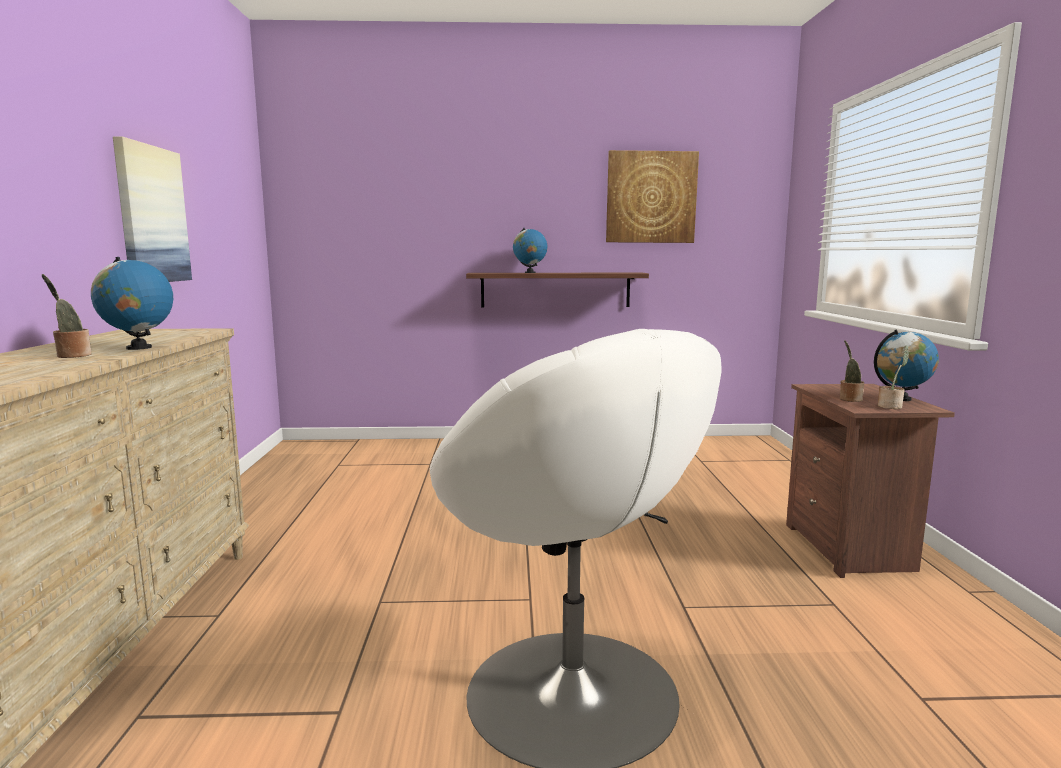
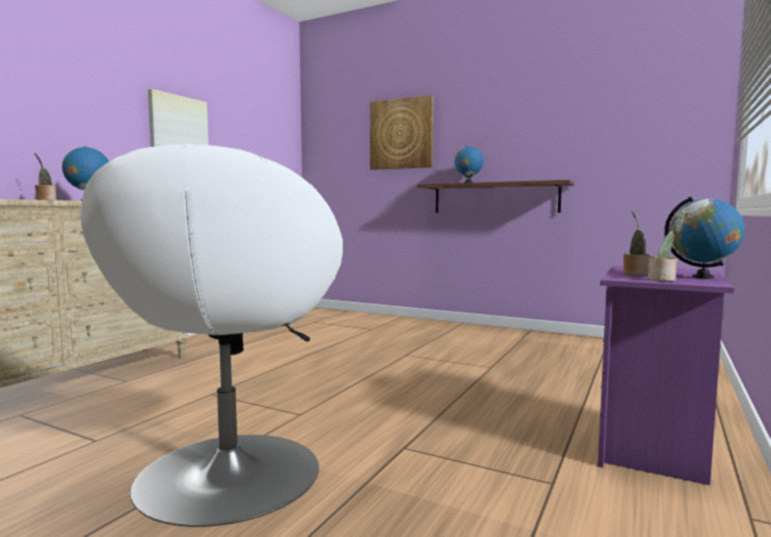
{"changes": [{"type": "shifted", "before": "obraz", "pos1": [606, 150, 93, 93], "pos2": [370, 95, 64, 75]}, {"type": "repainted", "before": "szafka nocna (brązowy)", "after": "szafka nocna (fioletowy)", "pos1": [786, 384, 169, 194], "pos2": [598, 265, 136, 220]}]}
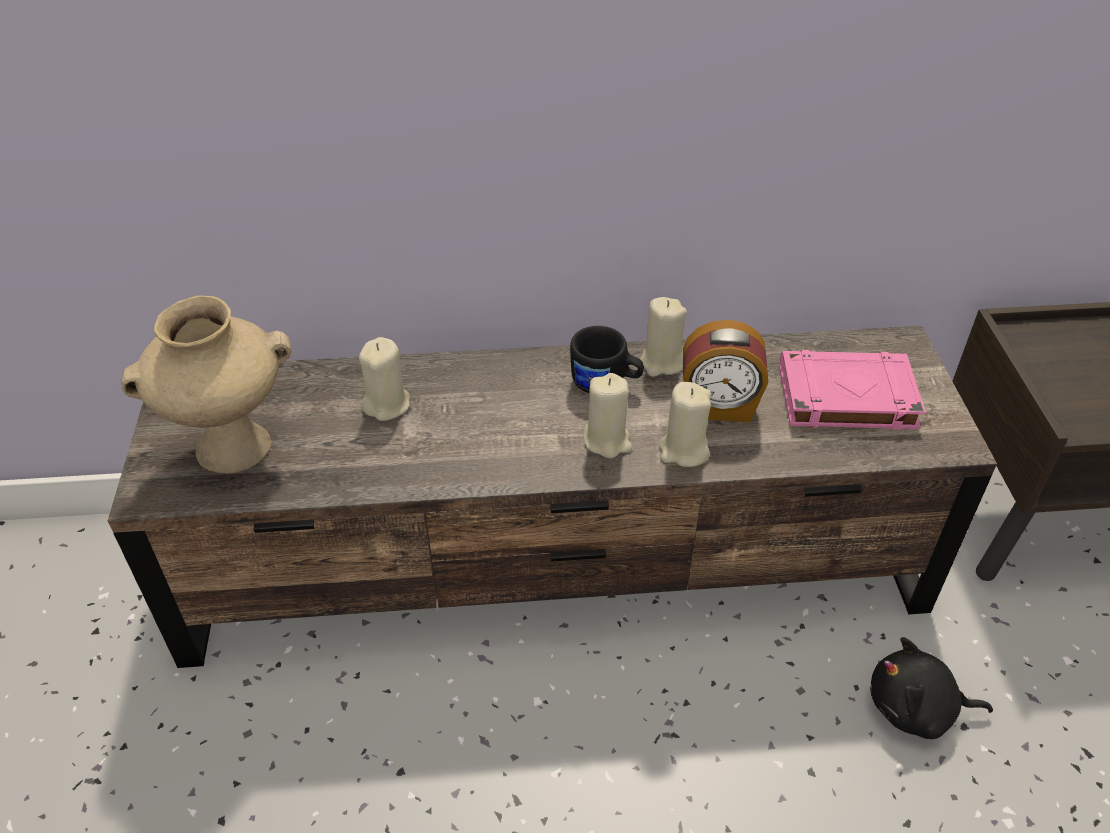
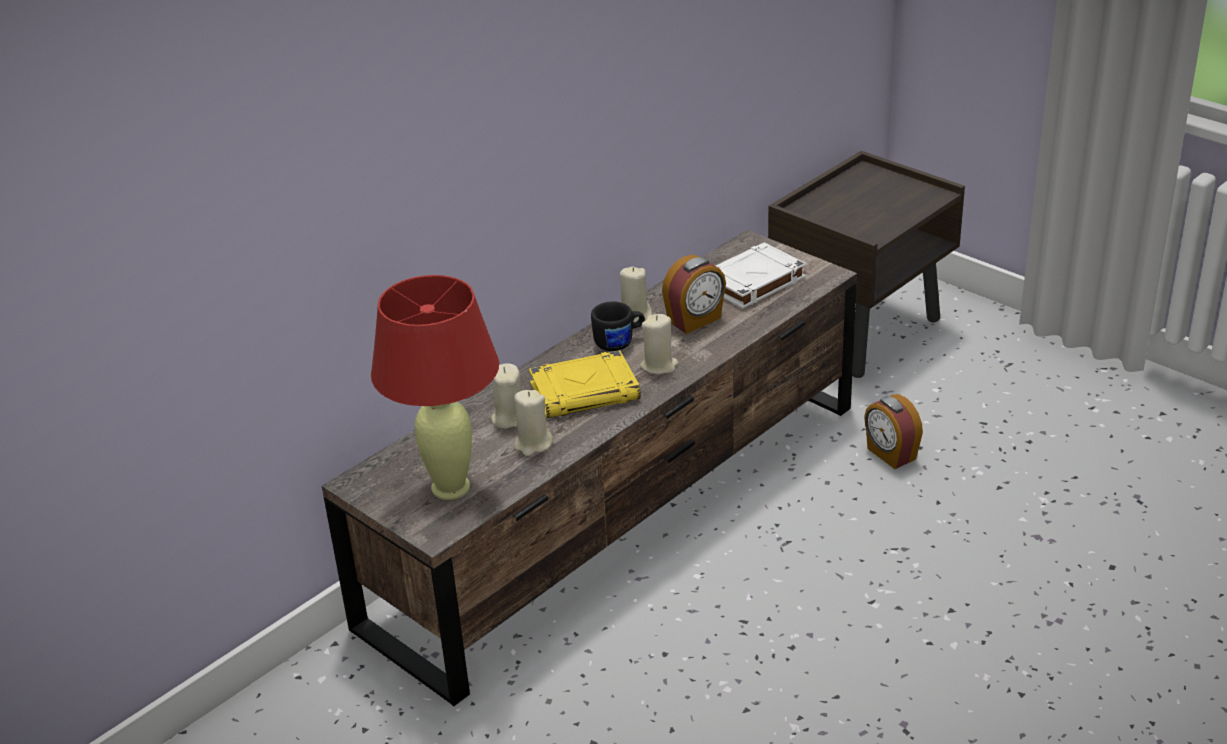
{"changes": [{"type": "new", "after": "książka (żółty)", "pos2": [529, 350, 112, 68]}, {"type": "shifted", "before": "świeca (beżowy)", "pos1": [659, 382, 52, 85], "pos2": [514, 390, 39, 66]}, {"type": "swapped", "before": "wazon (beżowy)", "after": "lampa stołowa (czerwony)", "pos1": [121, 295, 170, 179], "pos2": [371, 275, 128, 225]}, {"type": "swapped", "before": "pluszak (czarny)", "after": "budzik", "pos1": [870, 637, 123, 102], "pos2": [864, 394, 59, 75]}, {"type": "repainted", "before": "książka (różowy)", "after": "książka (biały)", "pos1": [779, 350, 147, 80], "pos2": [716, 242, 90, 67]}]}
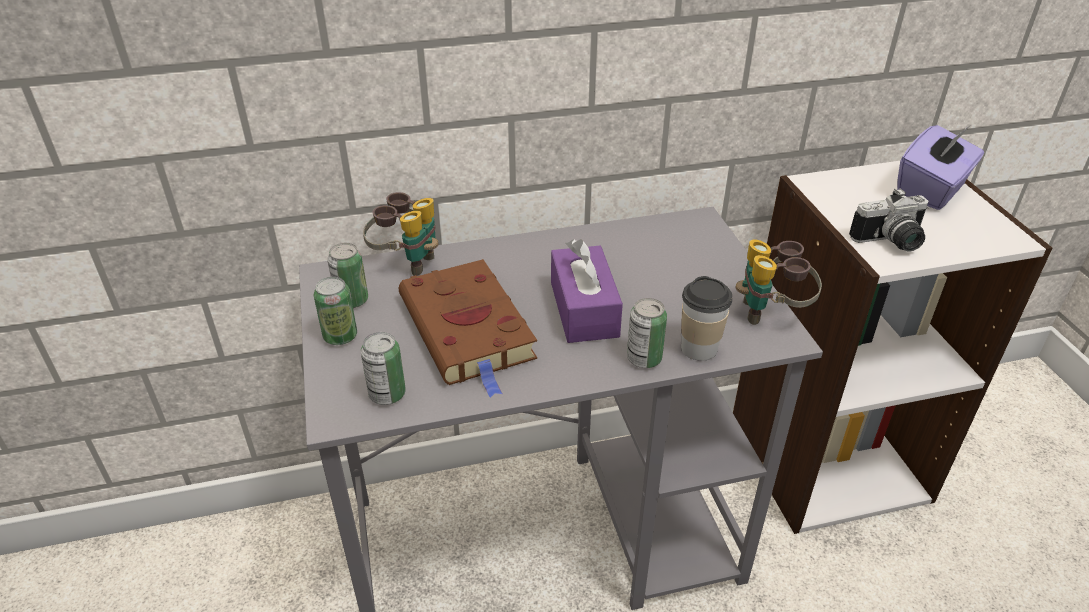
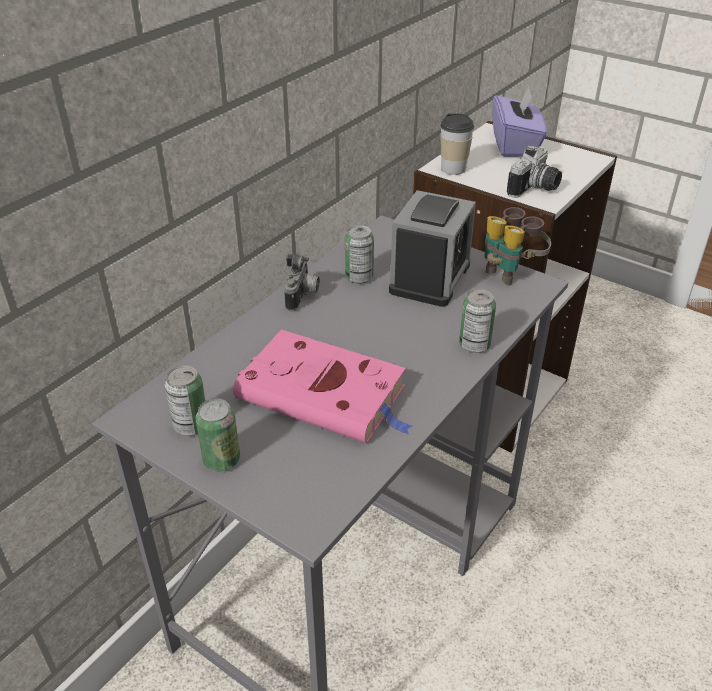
{"changes": [{"type": "gone", "before": "lornetka", "pos1": [363, 192, 75, 84]}, {"type": "gone", "before": "pudełko chusteczek (fioletowy)", "pos1": [551, 239, 72, 104]}, {"type": "new", "after": "aparat fotograficzny", "pos2": [284, 254, 35, 57]}, {"type": "new", "after": "budzik", "pos2": [389, 190, 87, 117]}, {"type": "shifted", "before": "puszka", "pos1": [361, 332, 45, 73], "pos2": [345, 225, 29, 59]}, {"type": "shifted", "before": "filiżanka", "pos1": [681, 276, 51, 85], "pos2": [440, 113, 34, 62]}, {"type": "repainted", "before": "książka (brązowy)", "after": "książka (różowy)", "pos1": [399, 259, 138, 139], "pos2": [233, 330, 180, 113]}]}
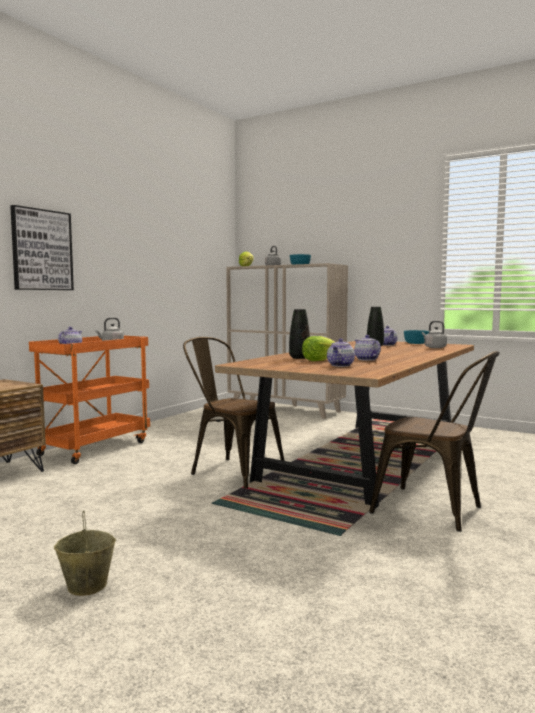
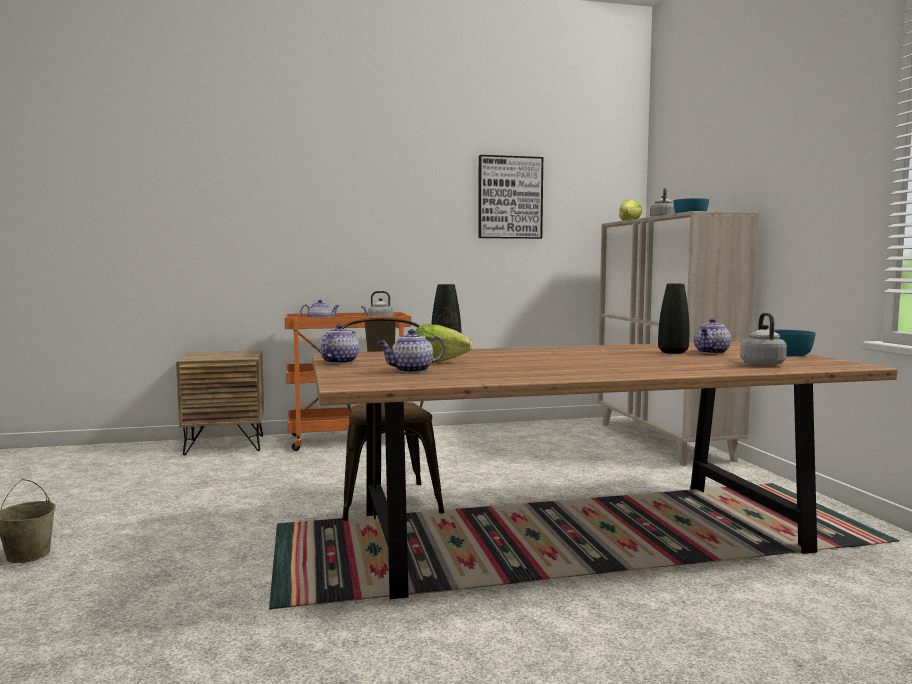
{"changes": [{"type": "gone", "before": "krzesło (brązowy)", "pos1": [369, 351, 131, 181]}, {"type": "shifted", "before": "obraz", "pos1": [10, 205, 64, 85], "pos2": [478, 155, 65, 84]}, {"type": "shifted", "before": "imbryk", "pos1": [354, 335, 27, 26], "pos2": [319, 324, 40, 40]}]}
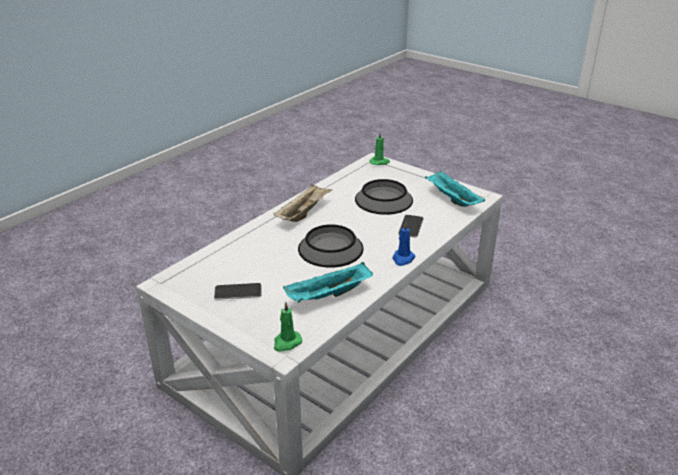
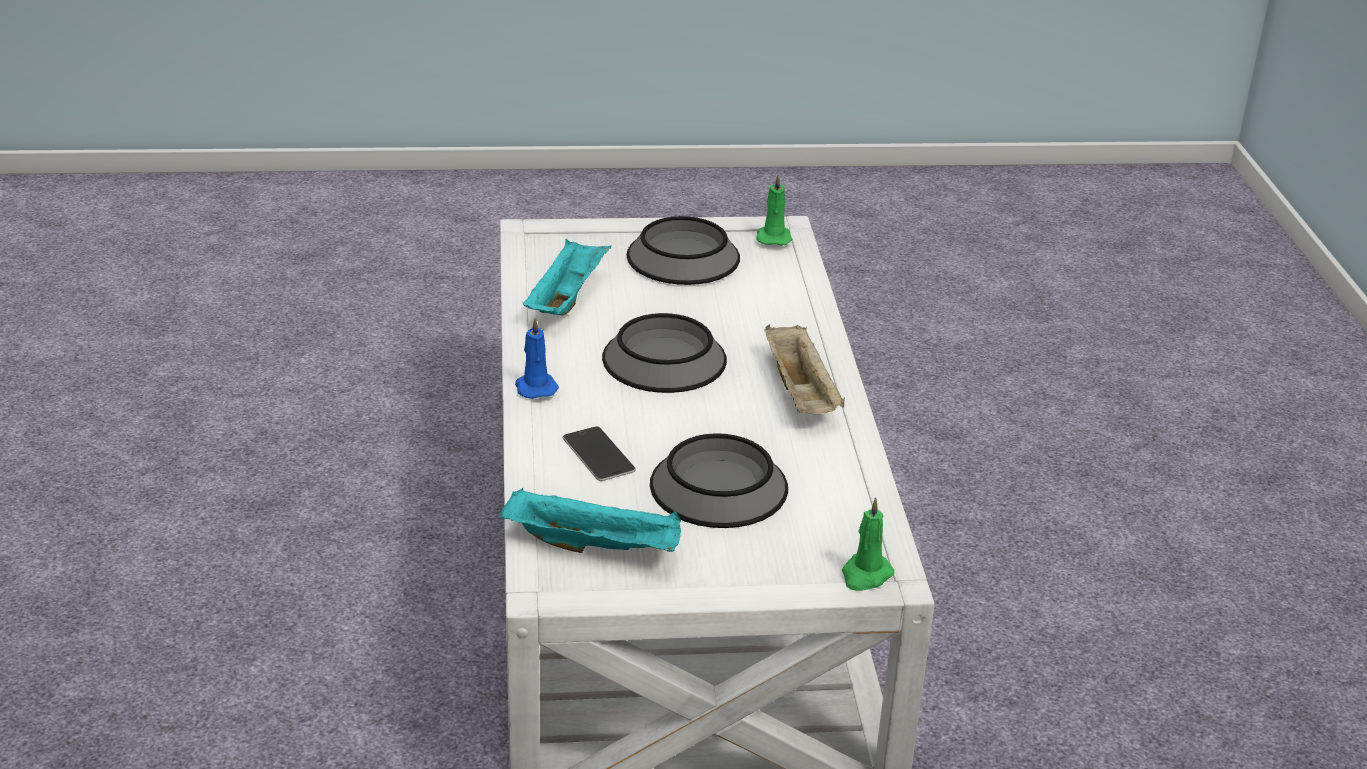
{"changes": [{"type": "shifted", "before": "świeca (zielony)", "pos1": [274, 302, 28, 50], "pos2": [756, 174, 36, 72]}, {"type": "swapped", "before": "telefon", "after": "miska", "pos1": [214, 283, 47, 17], "pos2": [627, 216, 113, 69]}]}
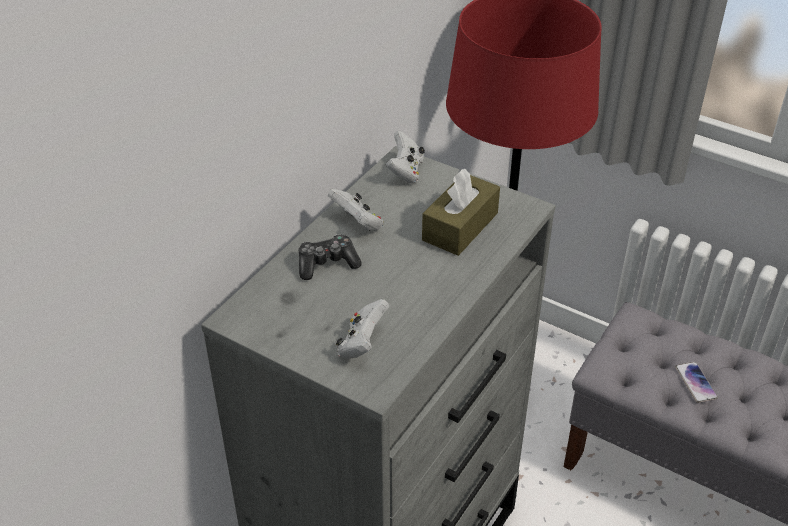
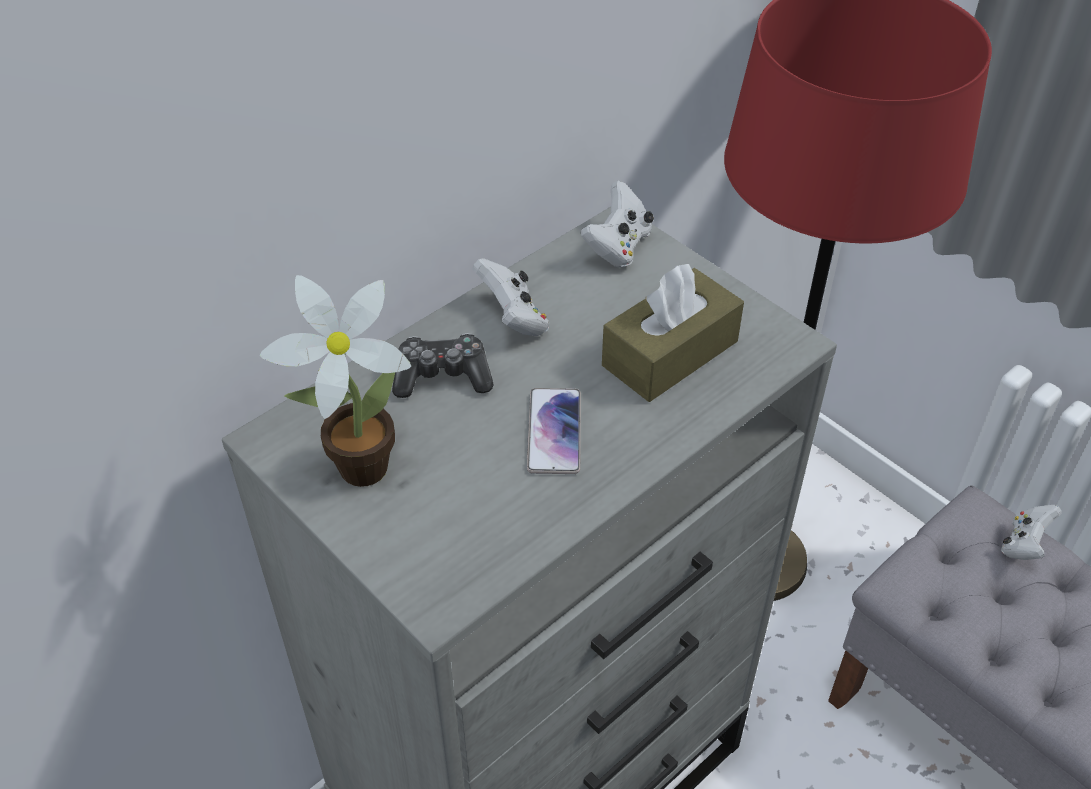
{"changes": [{"type": "new", "after": "roślina doniczkowa", "pos2": [259, 275, 152, 212]}, {"type": "shifted", "before": "pad do gier (biały)", "pos1": [336, 299, 53, 60], "pos2": [1001, 505, 61, 55]}, {"type": "shifted", "before": "telefon", "pos1": [675, 362, 43, 41], "pos2": [527, 388, 54, 86]}]}
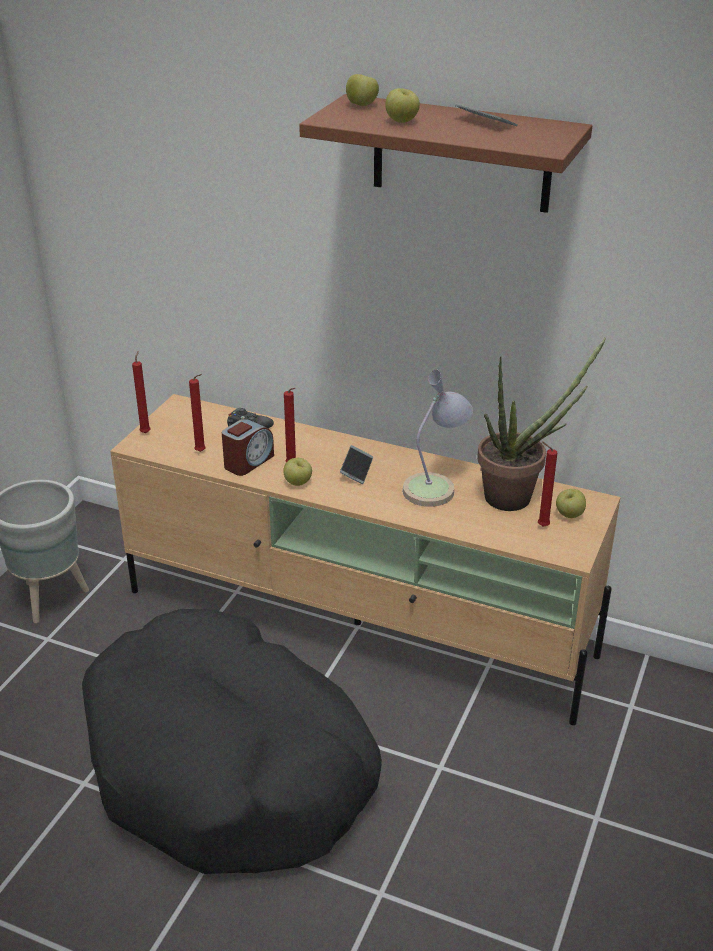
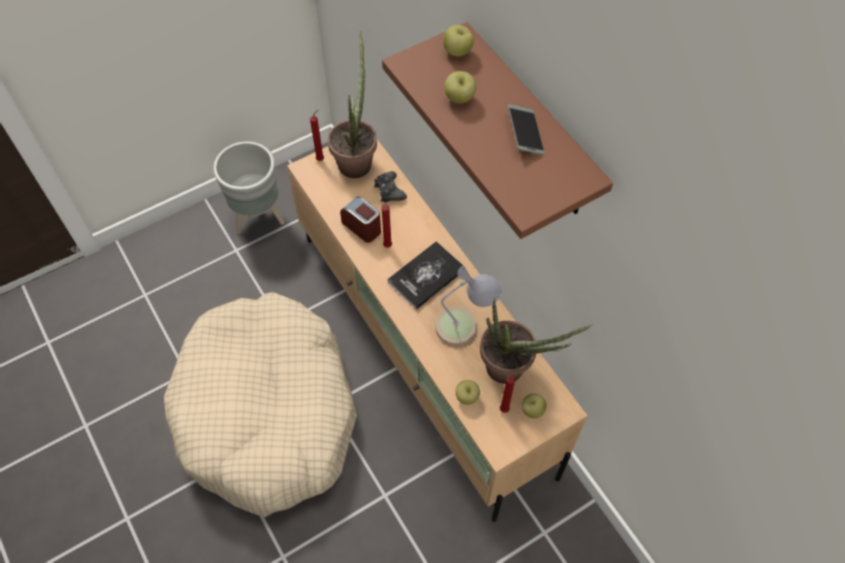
{"changes": [{"type": "gone", "before": "świeca (czerwony)", "pos1": [189, 374, 17, 78]}, {"type": "new", "after": "roślina doniczkowa", "pos2": [328, 32, 49, 146]}, {"type": "shifted", "before": "jabłko", "pos1": [283, 458, 29, 28], "pos2": [455, 380, 25, 25]}, {"type": "swapped", "before": "telefon", "after": "książka", "pos1": [340, 445, 33, 39], "pos2": [387, 241, 79, 69]}, {"type": "repainted", "before": "legowisko (czarny)", "after": "legowisko (beżowy)", "pos1": [82, 609, 300, 265], "pos2": [164, 292, 193, 225]}, {"type": "rotated", "before": "budzik", "pos1": [222, 419, 52, 57], "pos2": [340, 197, 41, 46], "turn": -120}]}
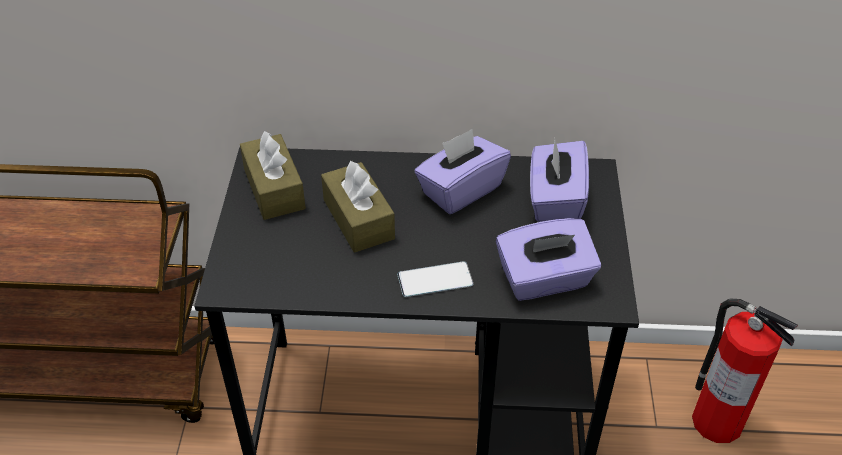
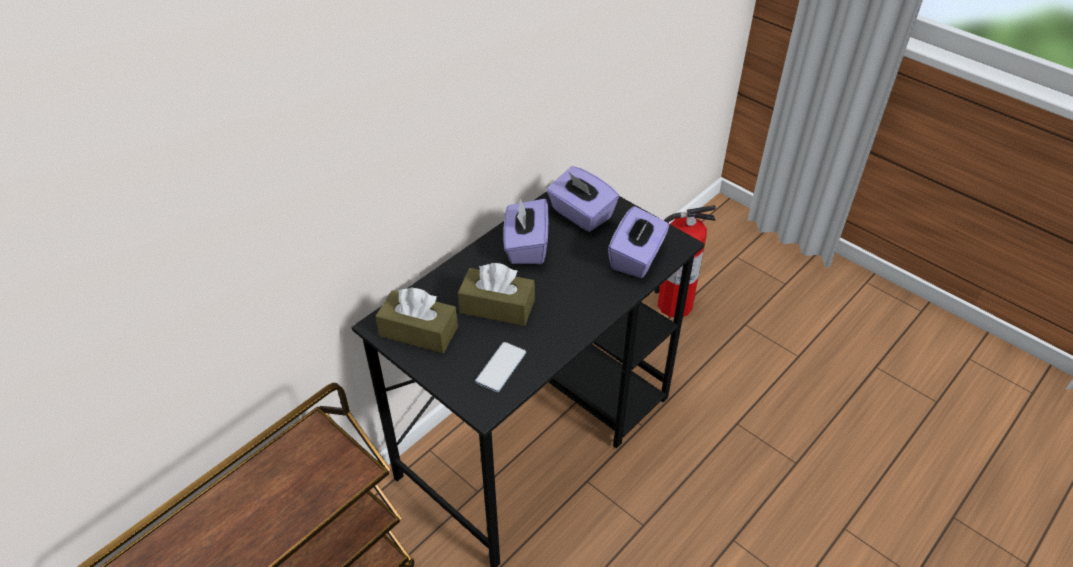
{"changes": [{"type": "shifted", "before": "telefon", "pos1": [397, 261, 77, 36], "pos2": [475, 342, 51, 50]}]}
